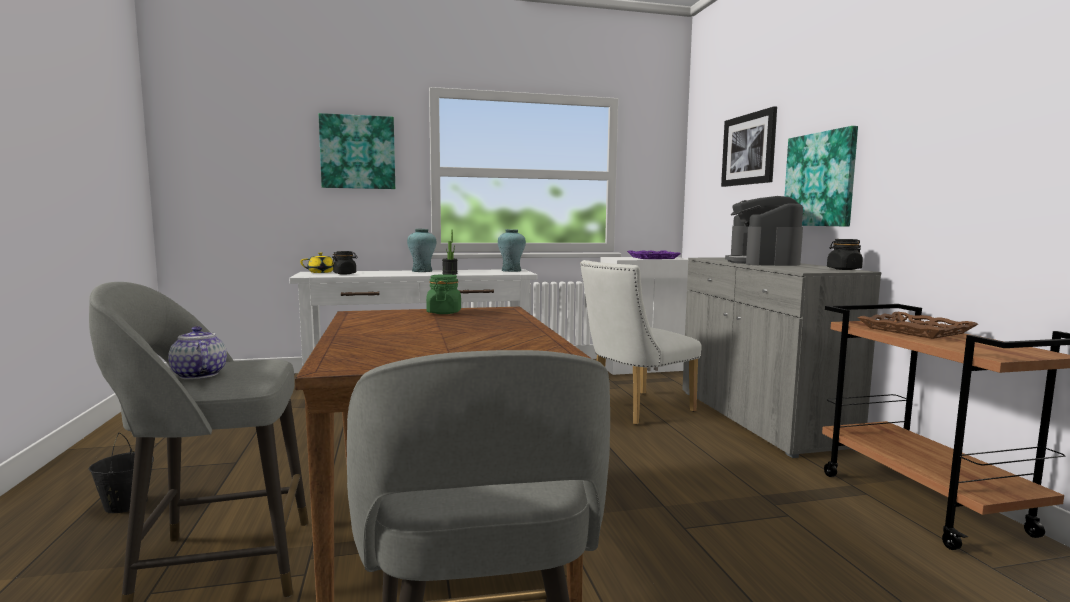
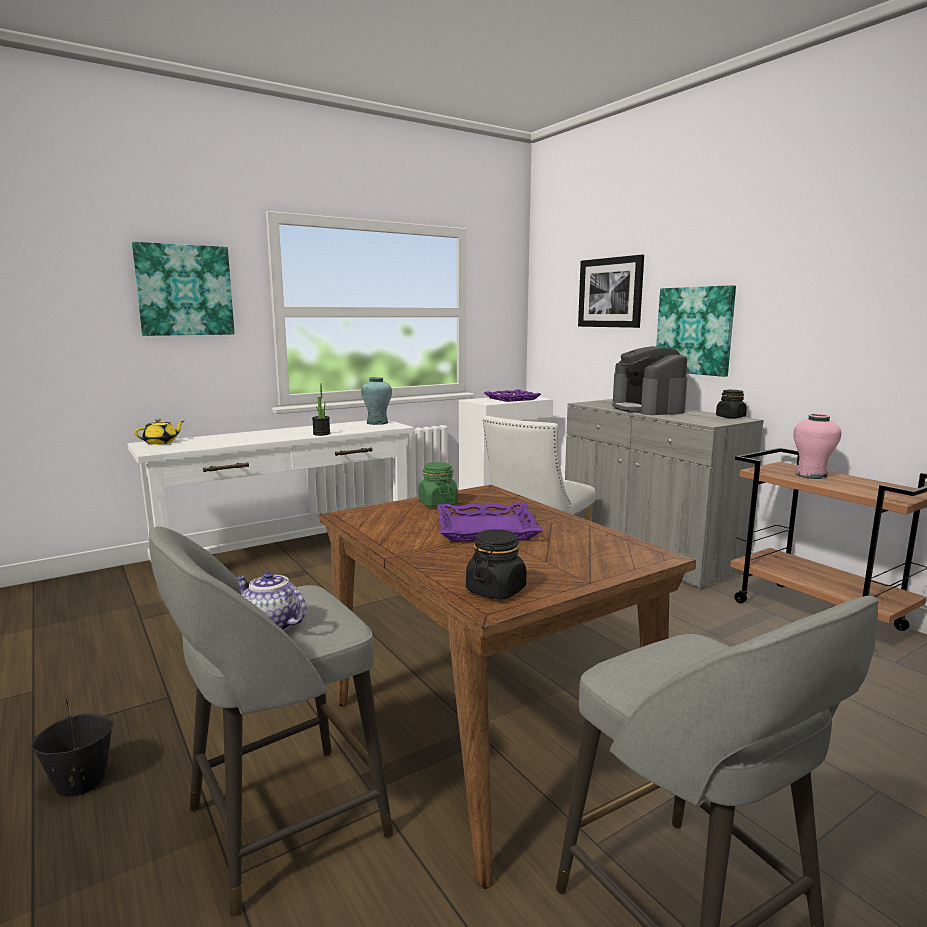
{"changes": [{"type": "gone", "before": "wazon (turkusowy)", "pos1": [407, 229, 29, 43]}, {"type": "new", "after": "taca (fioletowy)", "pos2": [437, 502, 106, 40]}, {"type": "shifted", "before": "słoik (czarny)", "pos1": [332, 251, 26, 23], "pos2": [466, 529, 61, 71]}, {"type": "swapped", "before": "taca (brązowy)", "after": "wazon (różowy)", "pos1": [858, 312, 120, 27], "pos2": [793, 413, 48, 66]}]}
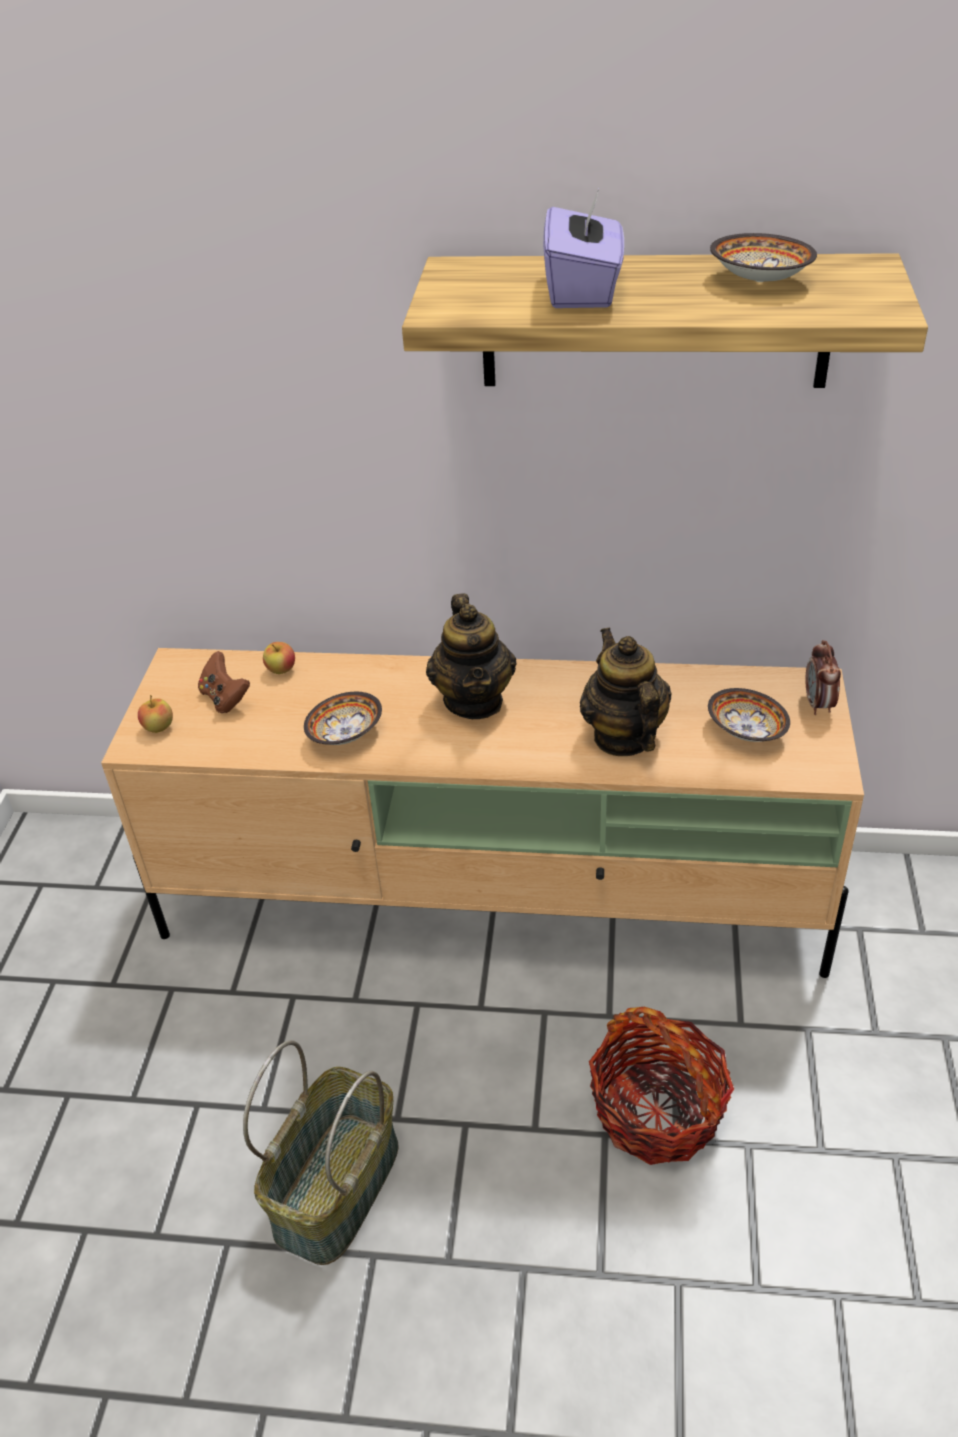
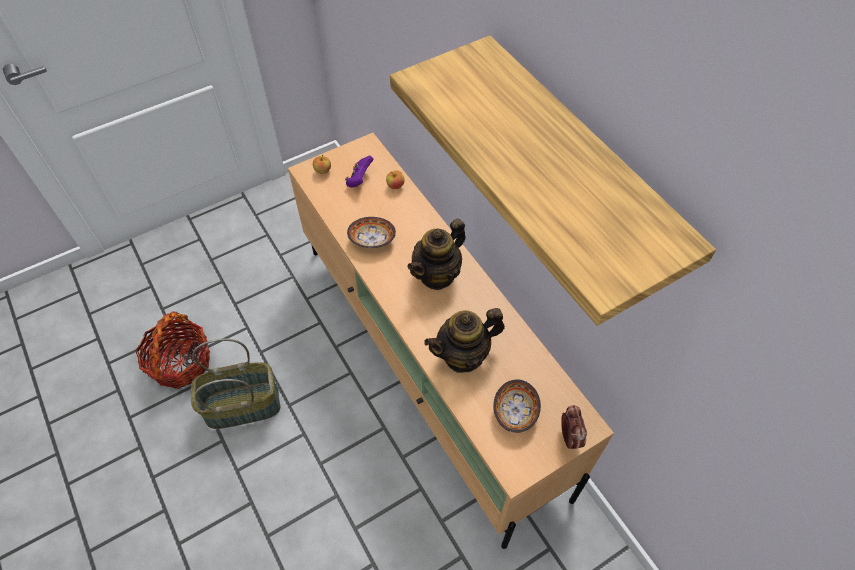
{"changes": [{"type": "gone", "before": "pudełko chusteczek (fioletowy)", "pos1": [543, 189, 81, 119]}, {"type": "gone", "before": "miska", "pos1": [710, 233, 107, 49]}, {"type": "shifted", "before": "koszyk", "pos1": [589, 1007, 145, 158], "pos2": [136, 311, 74, 78]}, {"type": "repainted", "before": "pad do gier (brązowy)", "after": "pad do gier (fioletowy)", "pos1": [198, 651, 52, 62], "pos2": [345, 156, 29, 32]}, {"type": "rotated", "before": "imbryk", "pos1": [580, 628, 92, 128], "pos2": [424, 308, 81, 65], "turn": -150}, {"type": "rotated", "before": "budzik", "pos1": [806, 640, 35, 75], "pos2": [561, 405, 26, 44], "turn": 120}]}
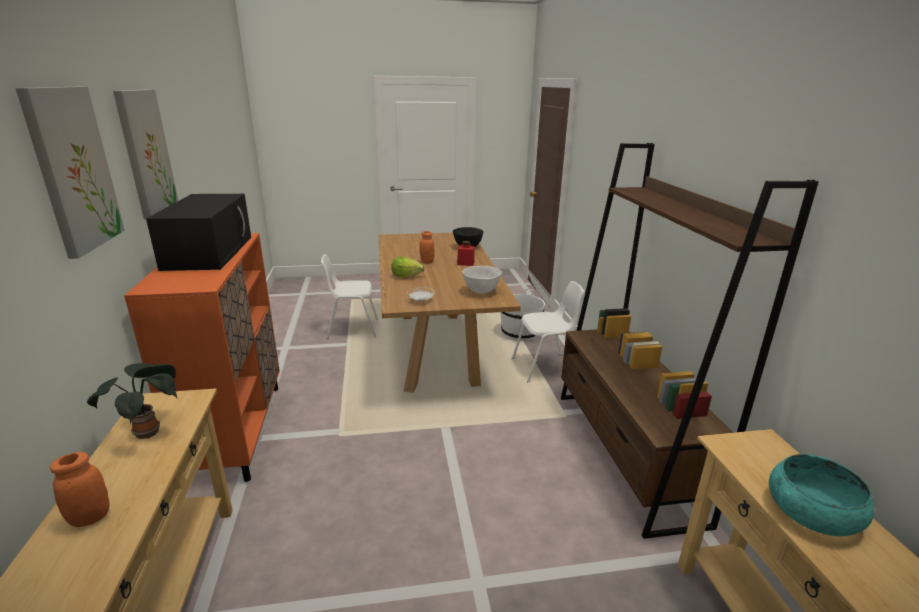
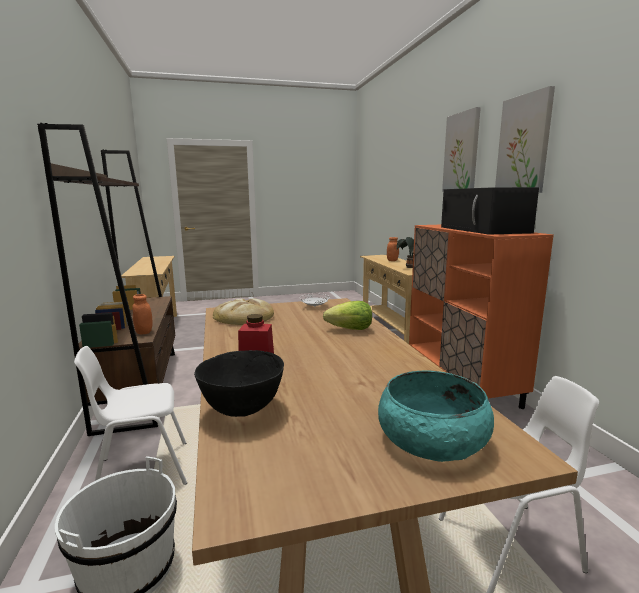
{"changes": [{"type": "shifted", "before": "słoik (pomarańczowy)", "pos1": [419, 231, 16, 33], "pos2": [132, 294, 21, 40]}, {"type": "shifted", "before": "miska (turkusowy)", "pos1": [769, 454, 105, 82], "pos2": [378, 371, 116, 91]}, {"type": "swapped", "before": "miska (biały)", "after": "chleb", "pos1": [462, 266, 40, 27], "pos2": [213, 298, 61, 27]}]}
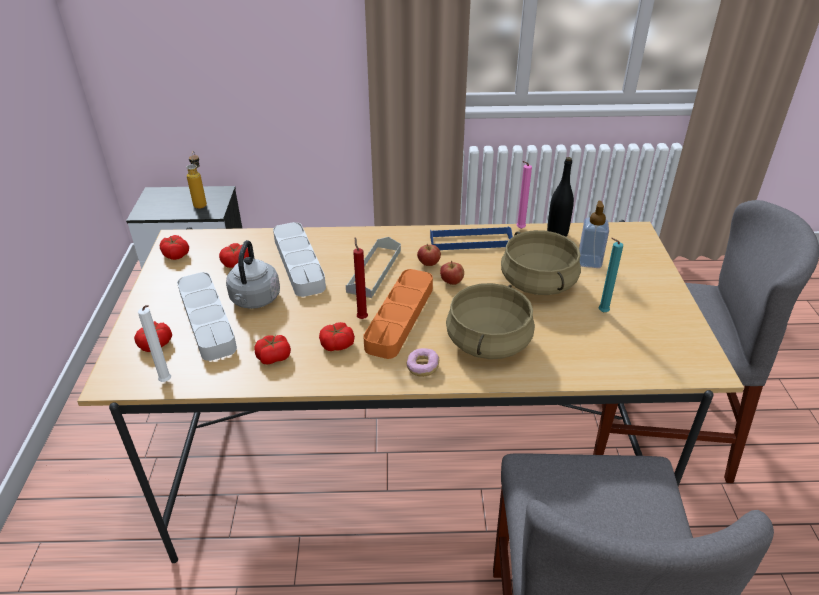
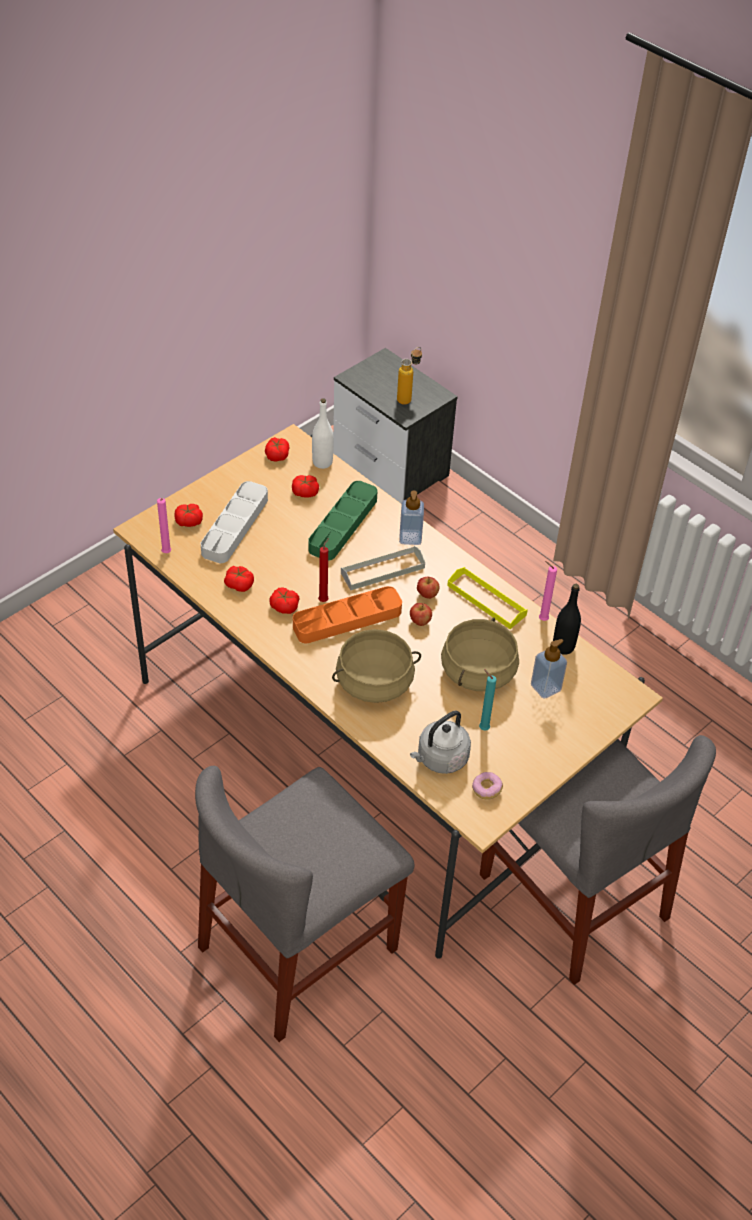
{"changes": [{"type": "new", "after": "butelka (biały)", "pos2": [312, 398, 22, 71]}, {"type": "new", "after": "dozownik mydła", "pos2": [399, 490, 25, 55]}, {"type": "shifted", "before": "czajnik (szary)", "pos1": [226, 240, 54, 69], "pos2": [410, 710, 61, 64]}, {"type": "shifted", "before": "donut", "pos1": [407, 348, 32, 29], "pos2": [472, 772, 31, 27]}, {"type": "repainted", "before": "świeca (biały)", "after": "świeca (różowy)", "pos1": [138, 305, 33, 77], "pos2": [157, 498, 14, 55]}, {"type": "repainted", "before": "taca (szary)", "after": "taca (zielony)", "pos1": [273, 222, 53, 75], "pos2": [308, 481, 70, 80]}, {"type": "repainted", "before": "taca (niebieski)", "after": "taca (żółty)", "pos1": [430, 226, 83, 24], "pos2": [447, 567, 81, 62]}]}
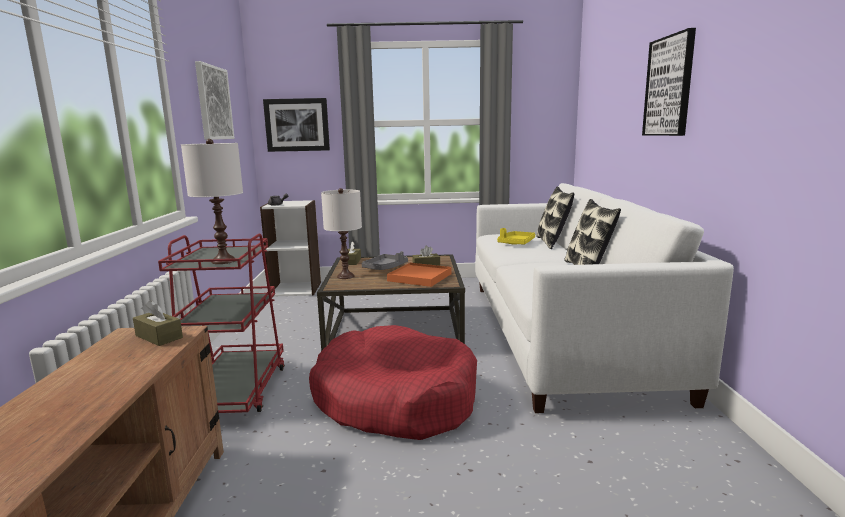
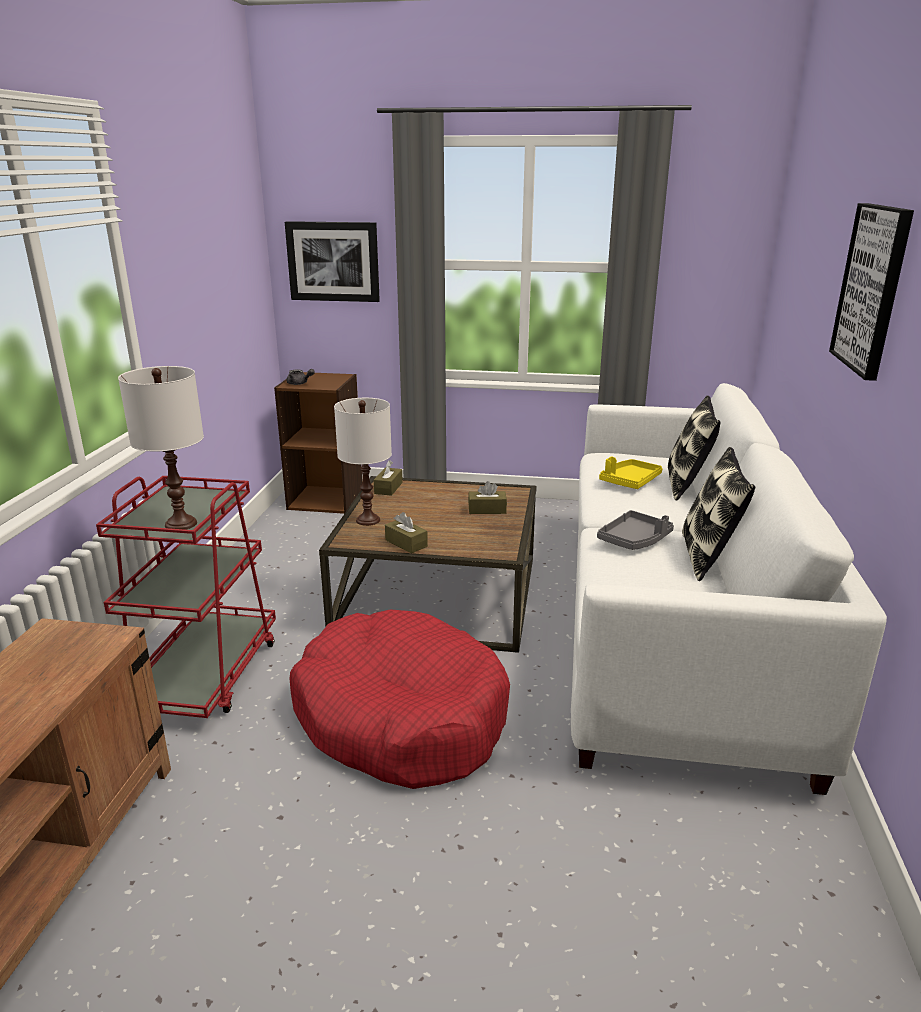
{"changes": [{"type": "gone", "before": "obraz", "pos1": [195, 61, 40, 79]}, {"type": "gone", "before": "taca (pomarańczowy)", "pos1": [387, 263, 65, 24]}, {"type": "shifted", "before": "pudełko chusteczek (brązowy)", "pos1": [133, 300, 50, 46], "pos2": [385, 512, 43, 41]}, {"type": "shifted", "before": "taca (szary)", "pos1": [362, 251, 46, 19], "pos2": [597, 510, 77, 40]}, {"type": "repainted", "before": "regał (biały)", "after": "regał (brązowy)", "pos1": [260, 200, 61, 97], "pos2": [274, 372, 88, 142]}]}
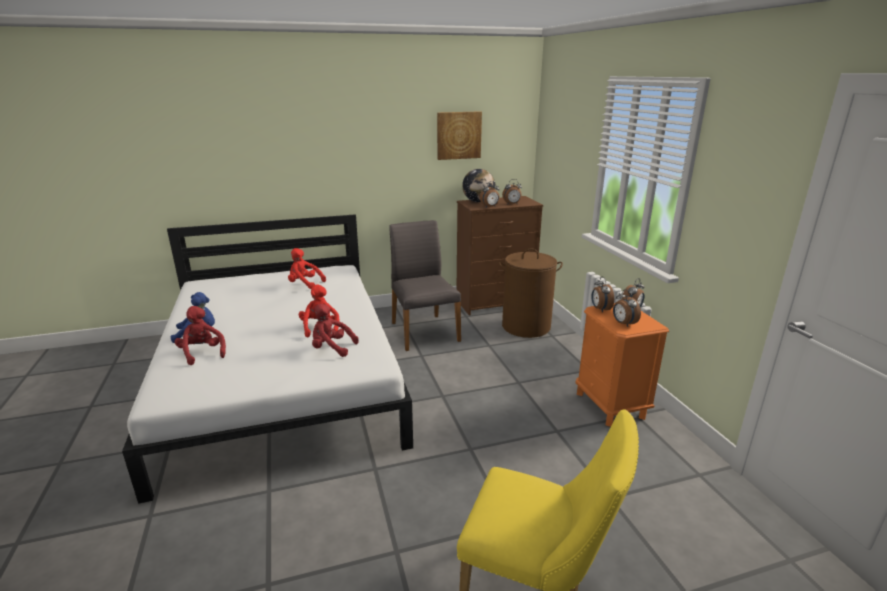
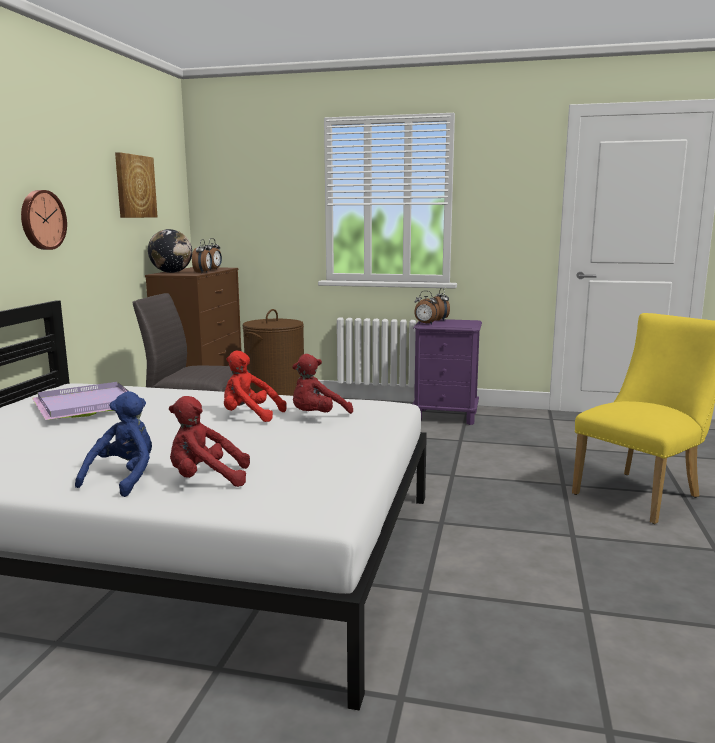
{"changes": [{"type": "gone", "before": "budzik", "pos1": [613, 289, 28, 38]}, {"type": "new", "after": "zegar ścienny", "pos2": [21, 190, 46, 60]}, {"type": "swapped", "before": "pluszak (czerwony)", "after": "taca (fioletowy)", "pos1": [288, 248, 38, 41], "pos2": [32, 382, 96, 38]}, {"type": "repainted", "before": "szafka nocna (pomarańczowy)", "after": "szafka nocna (fioletowy)", "pos1": [575, 303, 94, 124], "pos2": [413, 319, 69, 106]}]}
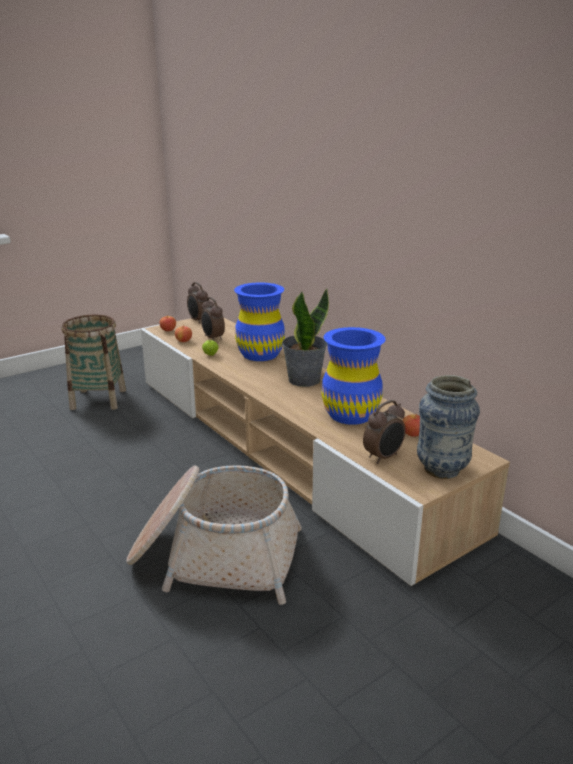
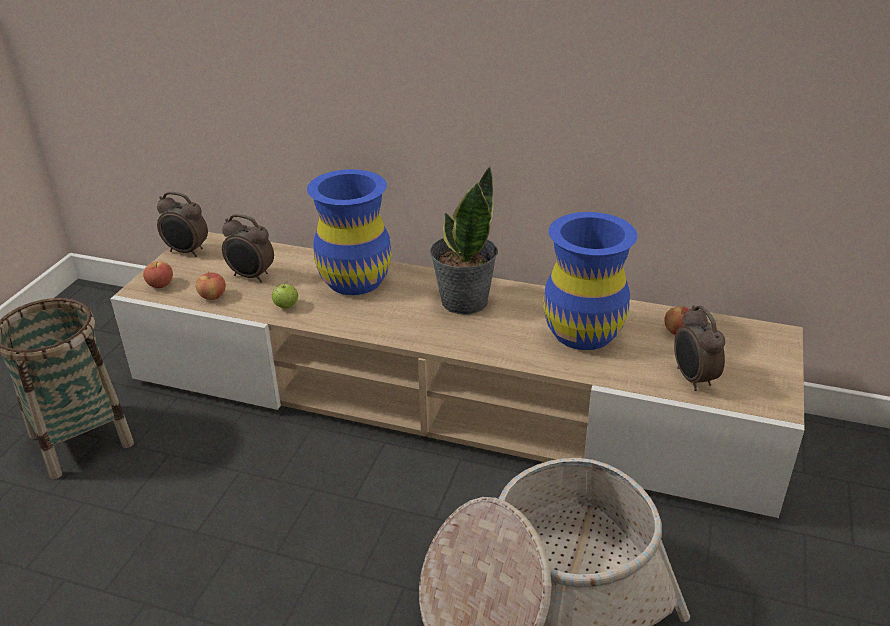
{"changes": [{"type": "gone", "before": "wazon", "pos1": [417, 375, 63, 104]}, {"type": "rotated", "before": "budzik", "pos1": [363, 400, 43, 64], "pos2": [674, 305, 51, 86], "turn": 150}]}
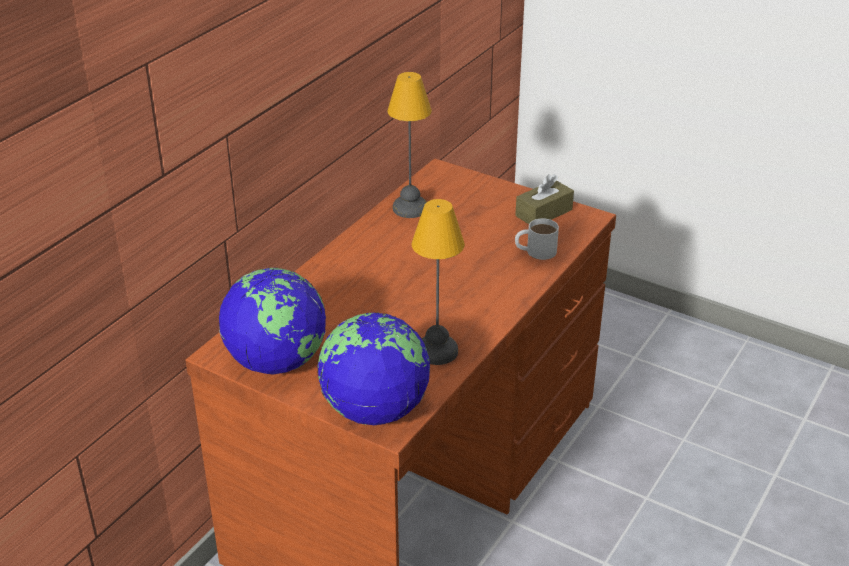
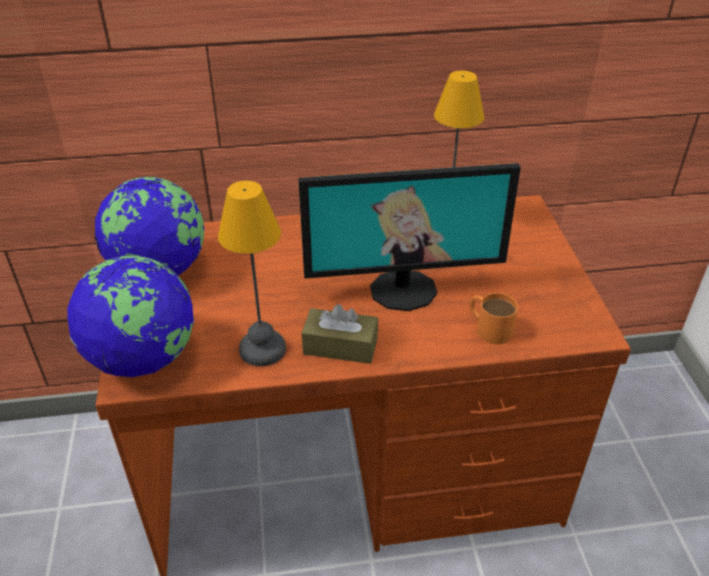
{"changes": [{"type": "new", "after": "monitor", "pos2": [298, 163, 223, 148]}, {"type": "shifted", "before": "pudełko chusteczek (brązowy)", "pos1": [515, 174, 59, 50], "pos2": [302, 304, 76, 60]}, {"type": "repainted", "before": "kubek (biały)", "after": "kubek (pomarańczowy)", "pos1": [515, 218, 44, 42], "pos2": [469, 293, 49, 51]}]}
